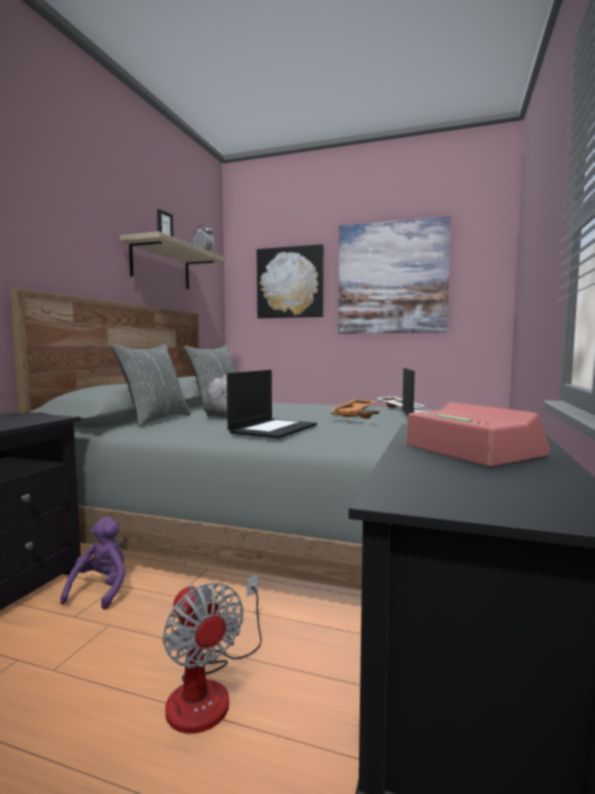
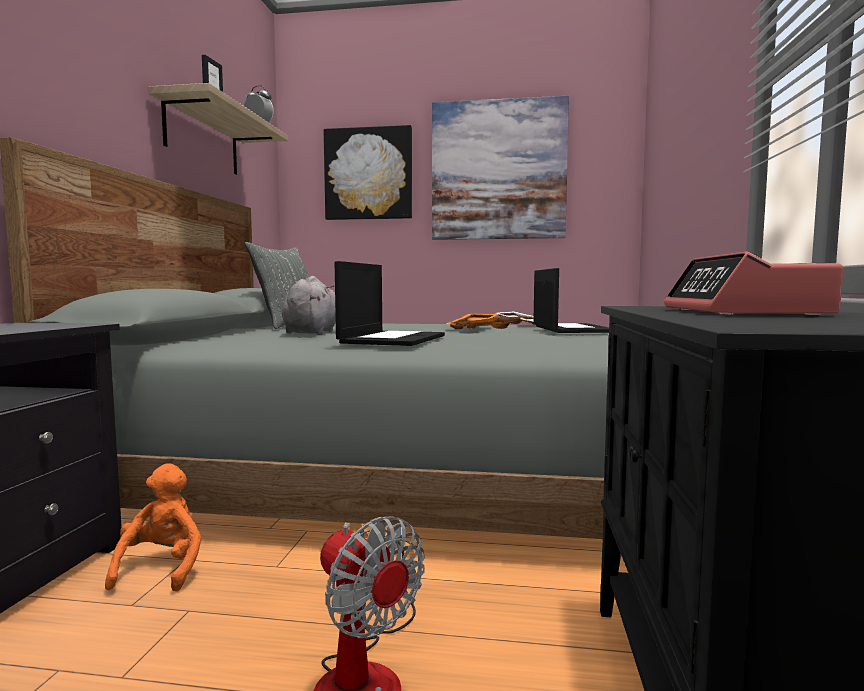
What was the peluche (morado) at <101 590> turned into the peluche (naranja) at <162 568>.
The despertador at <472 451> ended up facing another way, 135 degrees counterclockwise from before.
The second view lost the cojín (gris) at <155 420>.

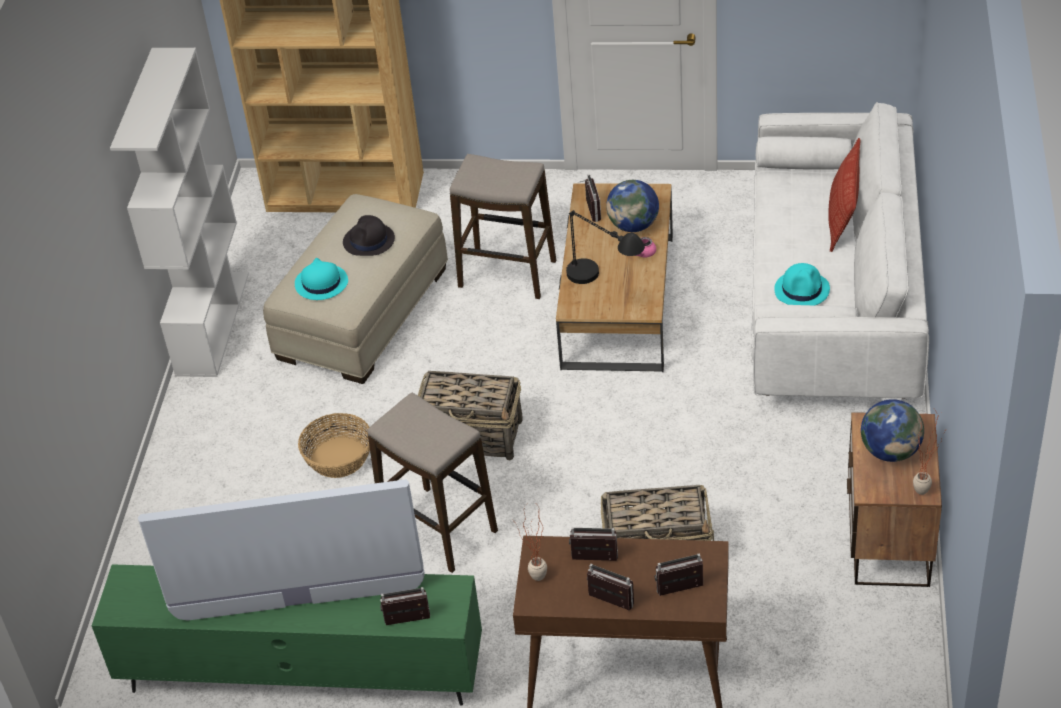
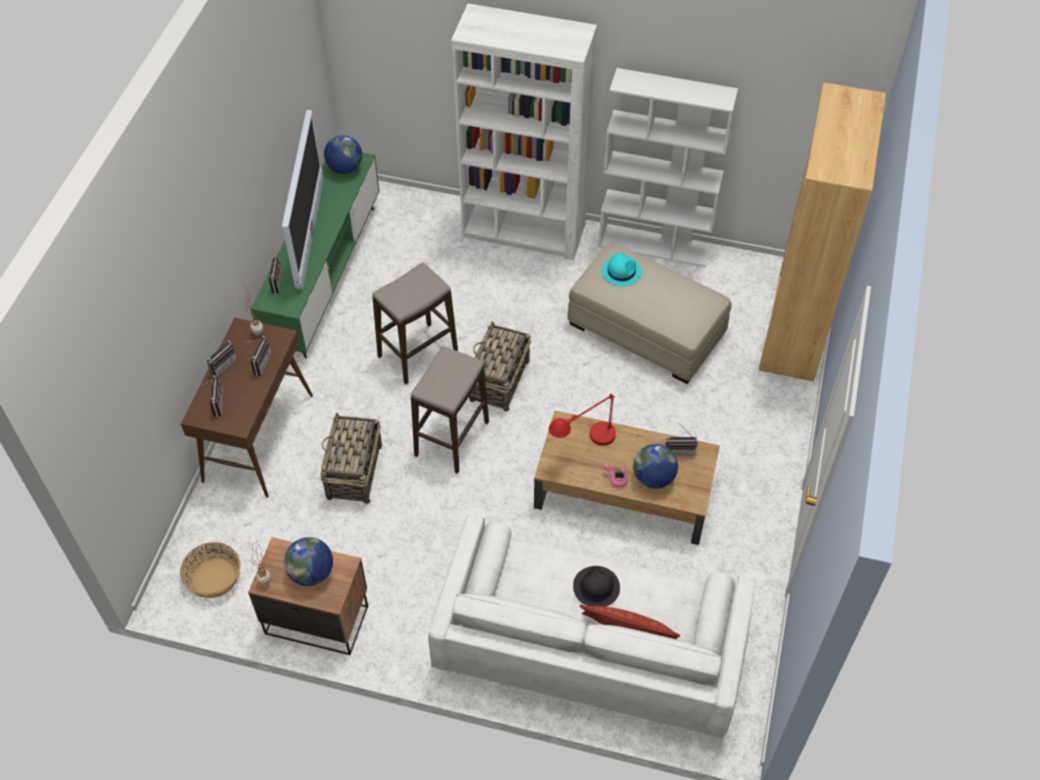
The cesta ended up elsewhere, having gone from <339 458> to <213 578>.
The second view gained the globo terráqueo at <345 168>.
The taburete ended up elsewhere, having gone from <507 274> to <451 439>.
The second view gained the estantería (blanco) at <524 231>.
What was the lámpara de mesa (negro) at <604 285> turned into the lámpara de mesa (rojo) at <584 446>.
The sombrero (negro) ended up elsewhere, having gone from <369 241> to <596 587>.
The second view lost the sombrero (turquesa) at <802 289>.

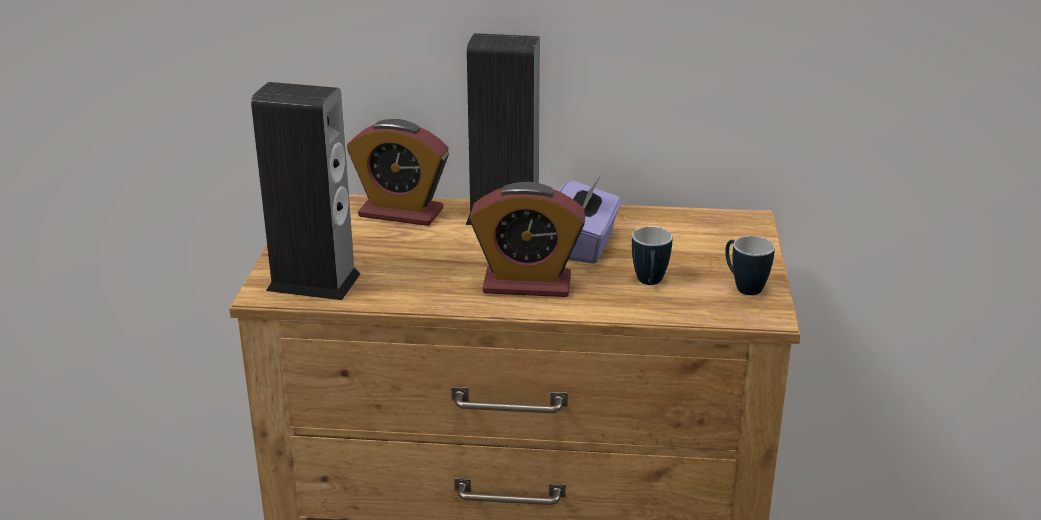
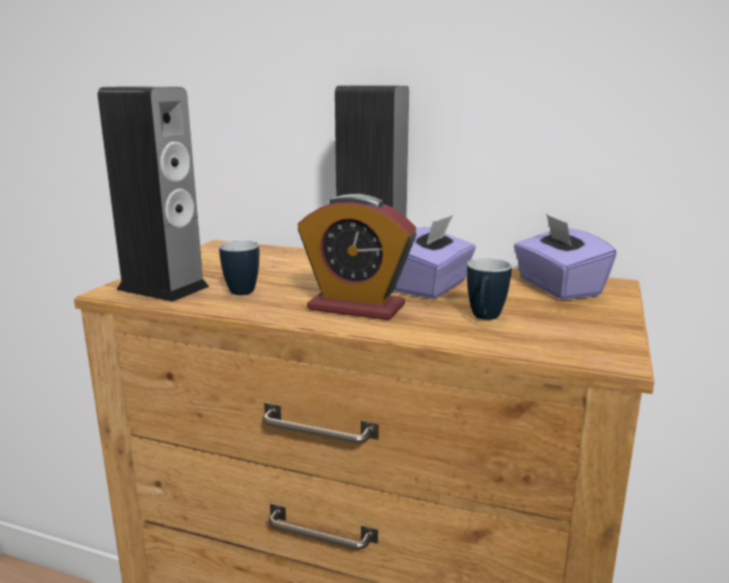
The taza grande ended up elsewhere, having gone from <743 287> to <240 290>.
The second view gained the caja de pañuelos (morado) at <557 288>.
The second view lost the despertador at <401 213>.

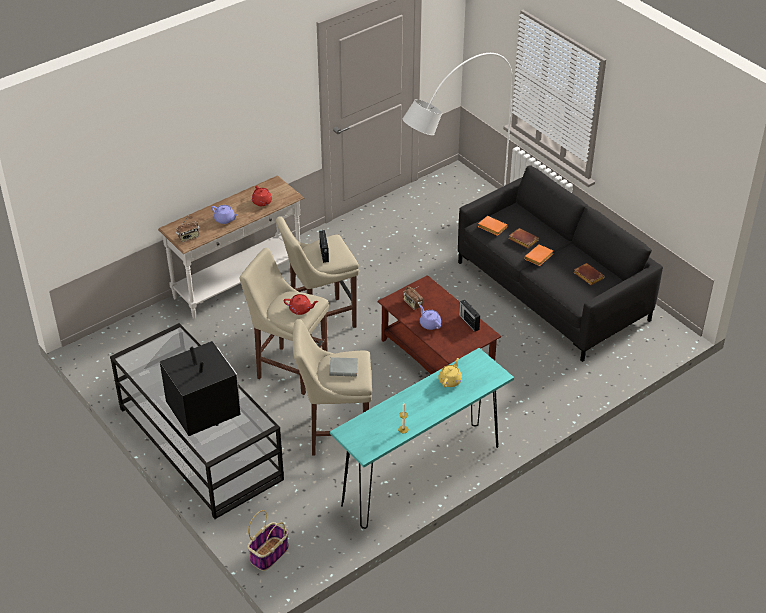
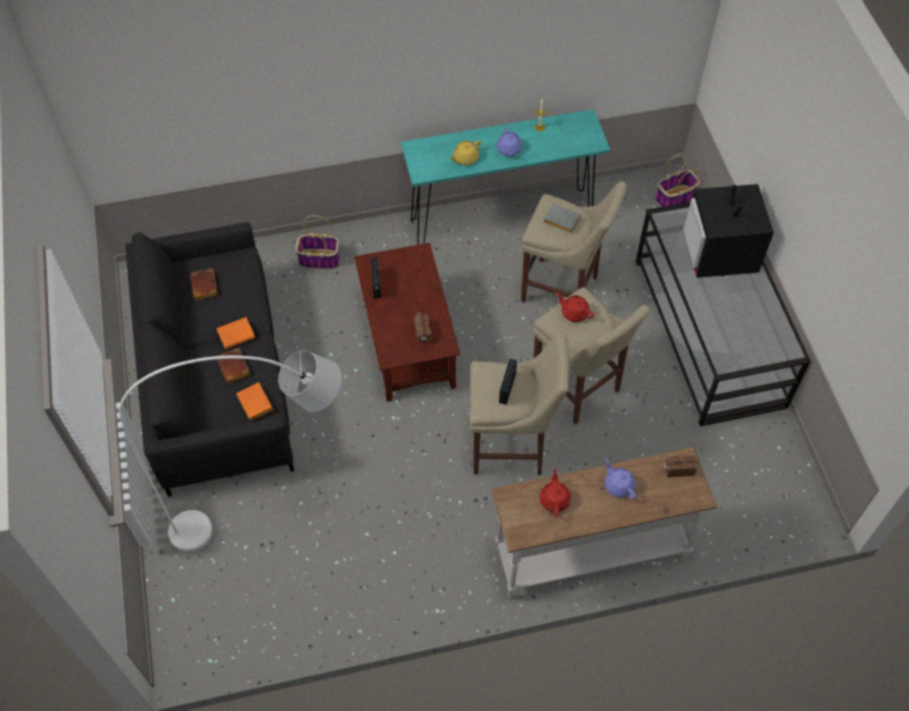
The second view gained the cesta at <320 259>.
The tetera (morado) ended up elsewhere, having gone from <429 324> to <509 150>.

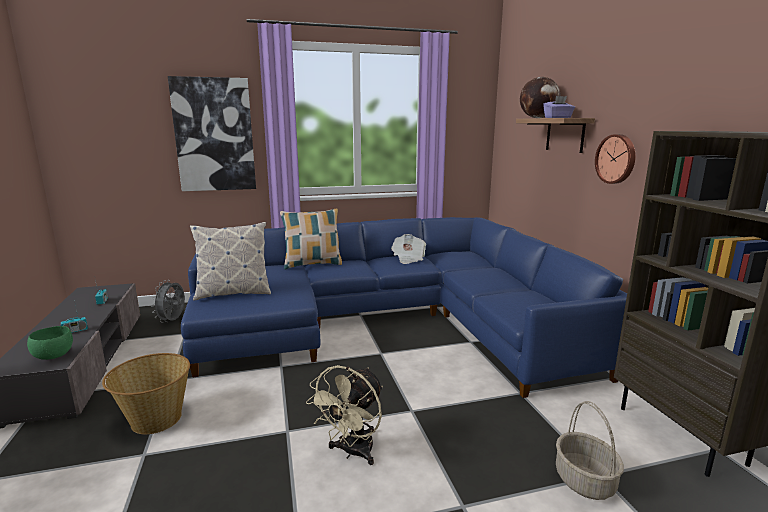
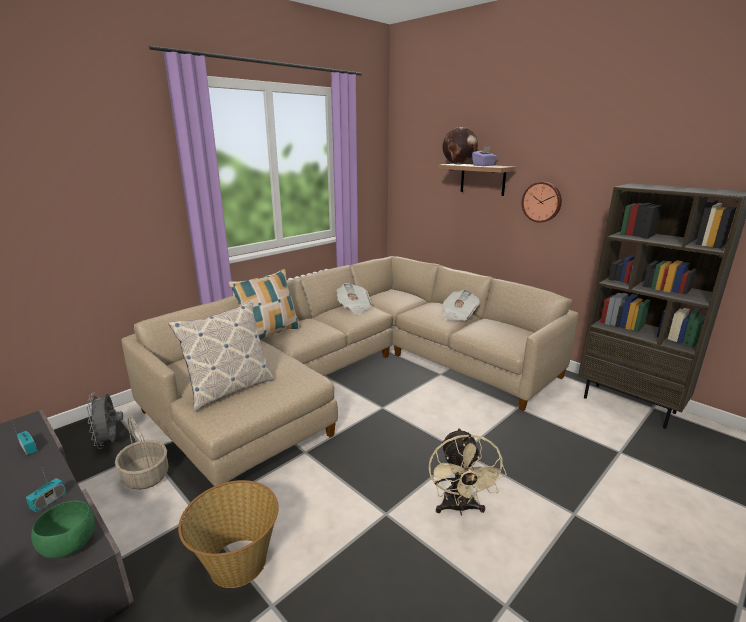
The cesta ended up elsewhere, having gone from <585 481> to <146 476>.
What was the sofá (azul) at <389 322> turned into the sofá (beis) at <356 374>.
The second view gained the periódico at <458 315>.
The second view lost the cuadro at <214 135>.

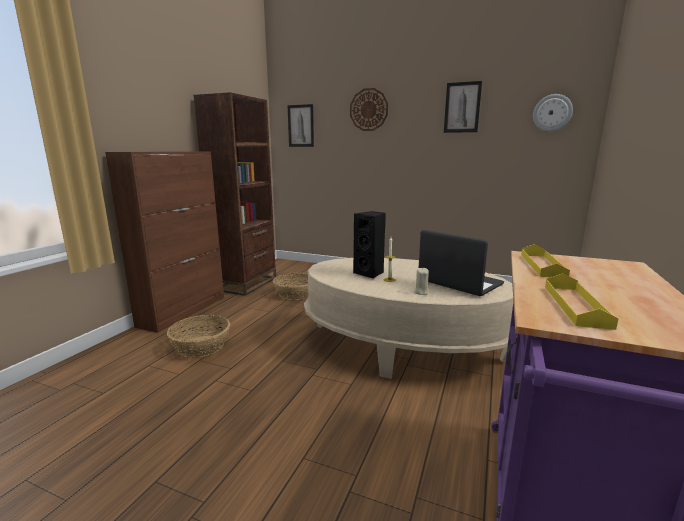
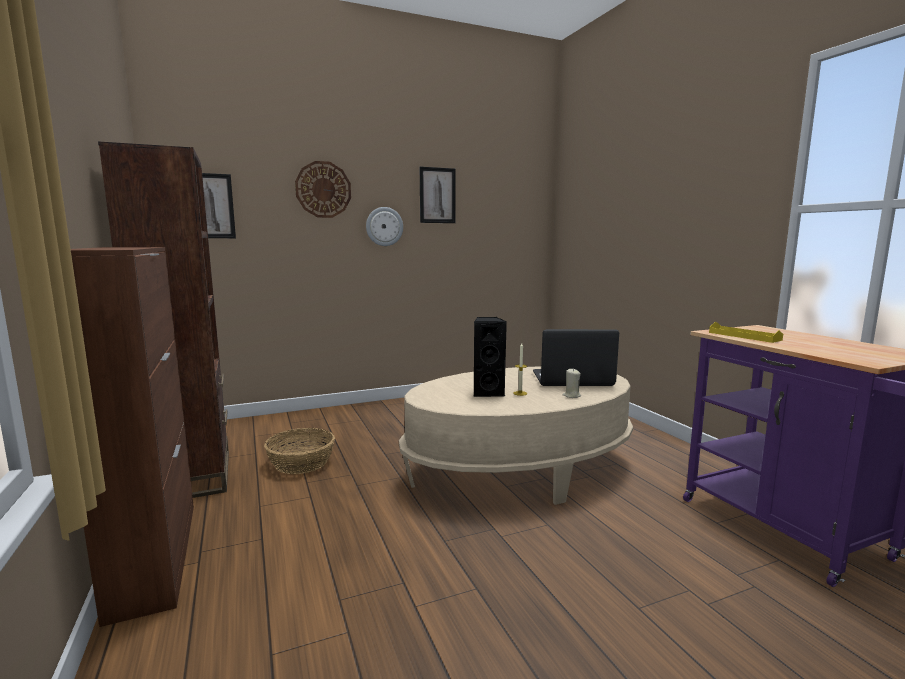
The reloj de pared ended up elsewhere, having gone from <552 113> to <384 226>.
The second view lost the cesta at <201 346>.
The second view lost the bandeja (amarillo) at <575 305>.

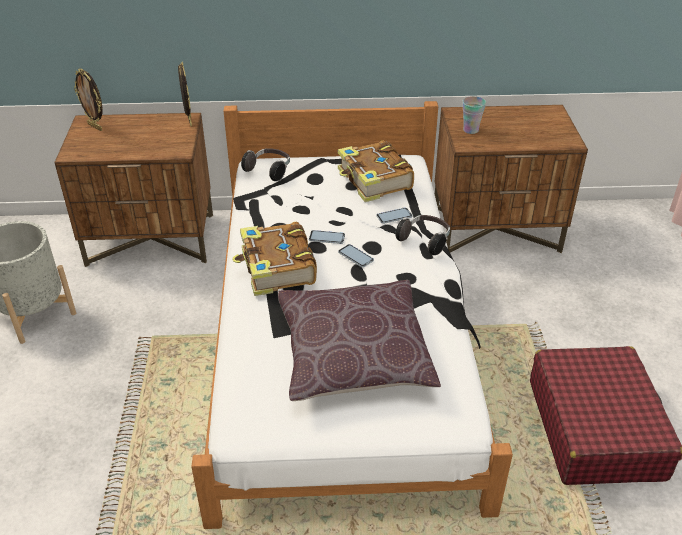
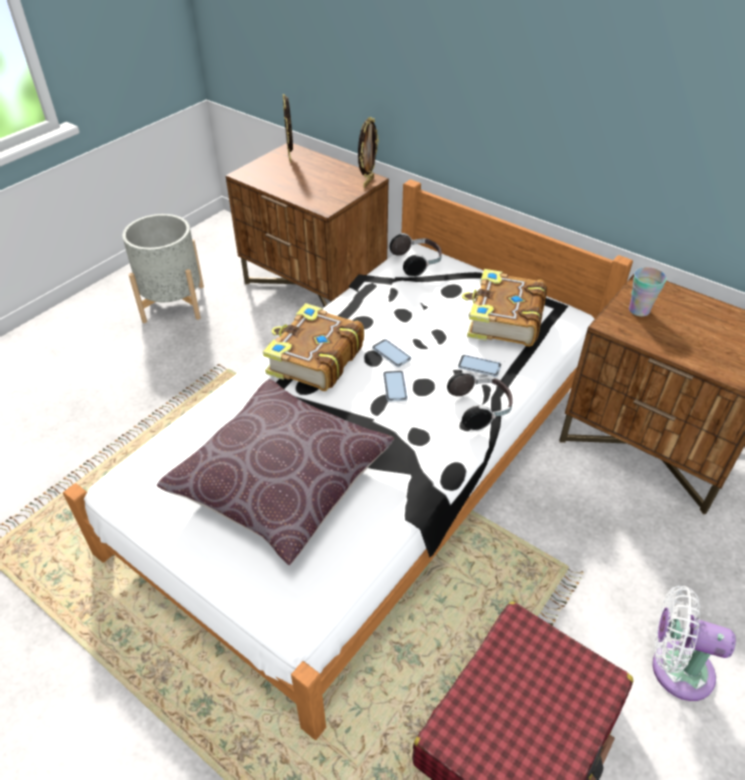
The second view gained the ventilador (blanco) at <675 668>.

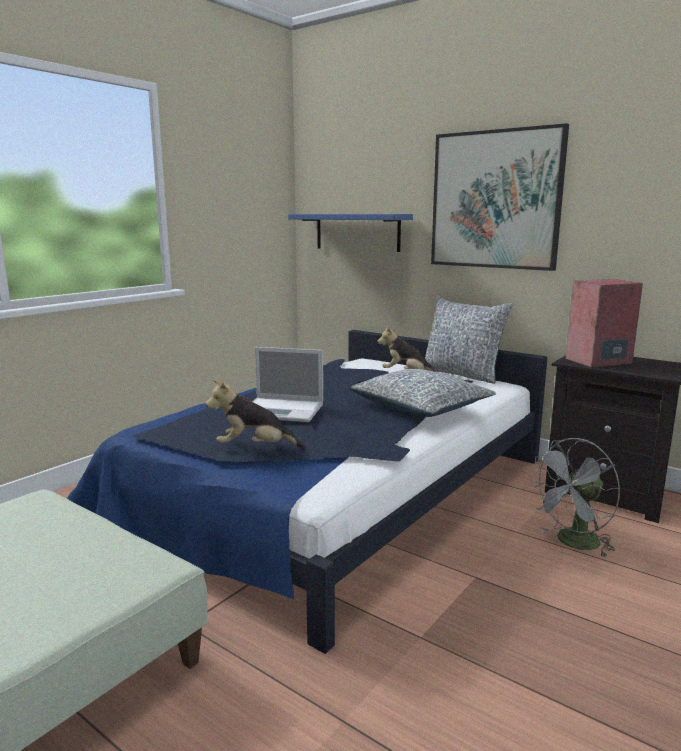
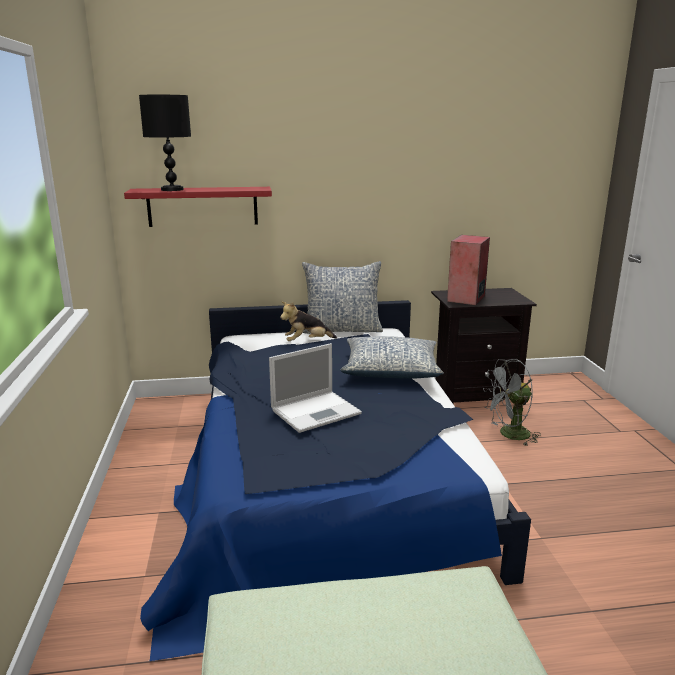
What was the estante (azul) at <357 232> turned into the estante (rojo) at <202 206>.
The second view gained the lámpara de mesa (negro) at <171 189>.
The ventilador (gris) at <573 543> ended up facing another way, 60 degrees clockwise from before.
The second view lost the peluche at <255 448>.
The second view lost the cuadro at <495 200>.

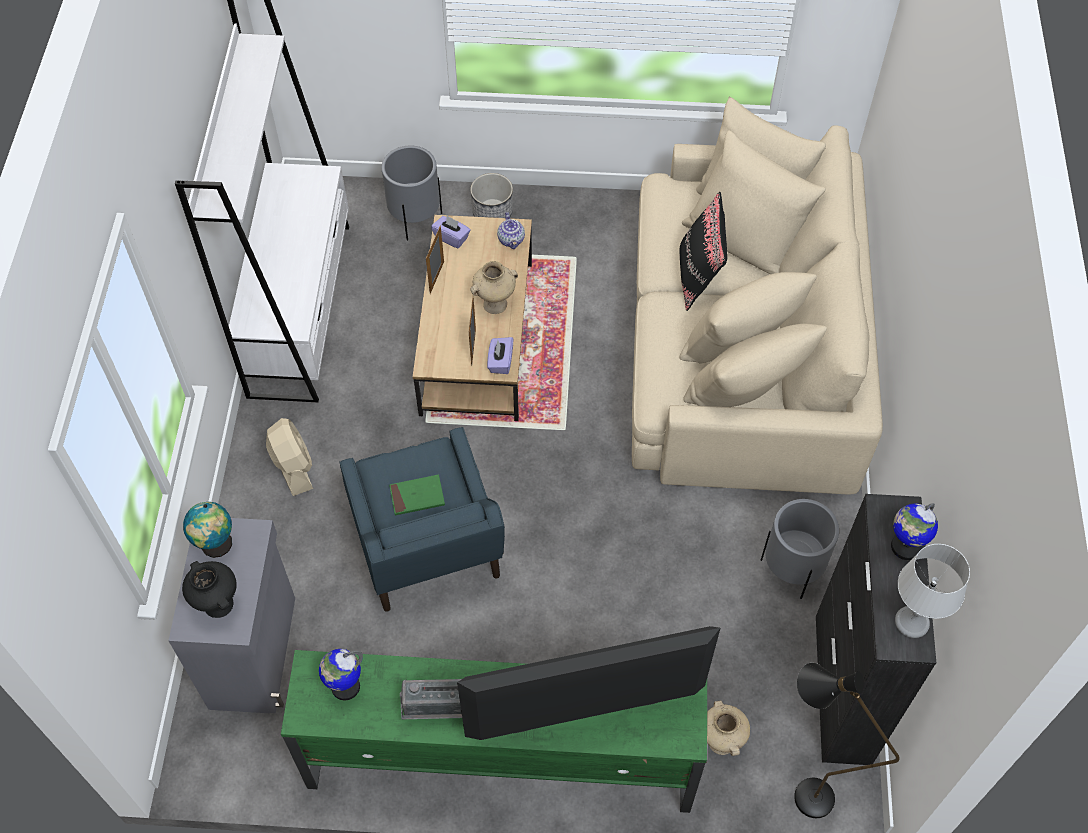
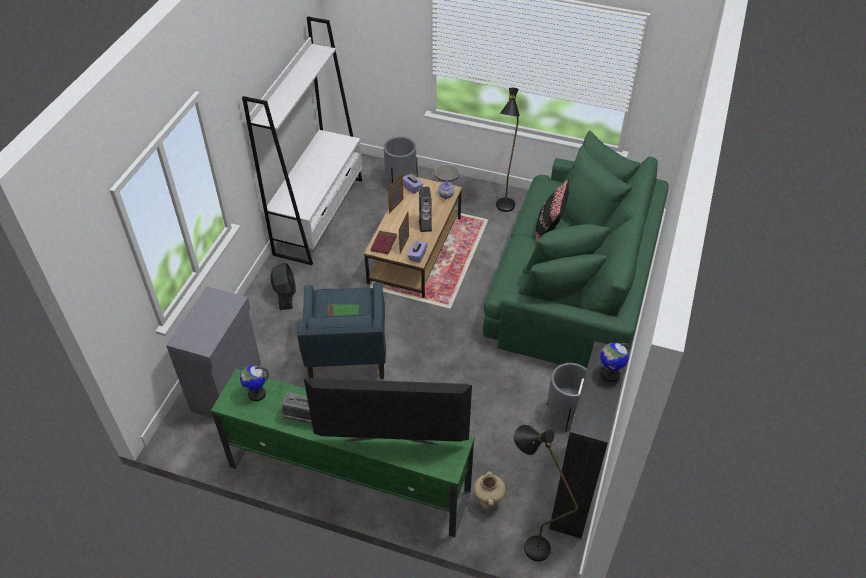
What was the ventilador (beis) at <293 466> turned into the ventilador (negro) at <285 295>.
The second view gained the libro (rojo) at <383 243>.
Where the florero (beis) stood at <495 303>, the altavoz came to stand at <425 225>.
What was the sofá (beis) at <742 349> turned into the sofá (verde) at <573 287>.
The second view gained the lámpara de pie (negro) at <504 210>.
The second view lost the florero (negro) at <217 604>.
The second view lost the globo terráqueo at <216 545>.
The second view lost the lámpara de mesa (gris) at <912 623>.

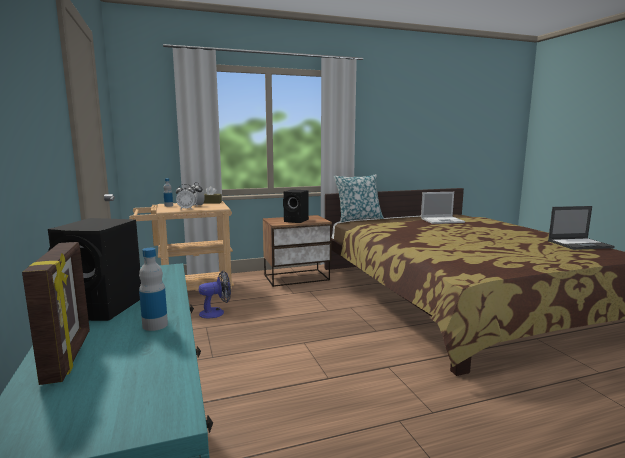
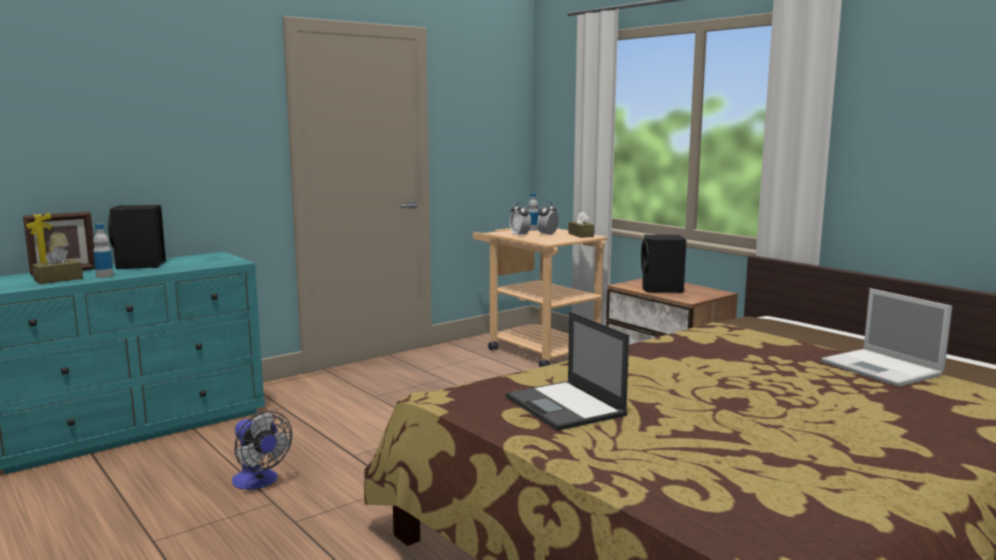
The second view gained the caja de pañuelos (marrón) at <58 279>.
The ventilador ended up elsewhere, having gone from <216 312> to <259 482>.
The portátil ended up elsewhere, having gone from <580 244> to <566 406>.
The second view lost the cojín at <358 219>.

